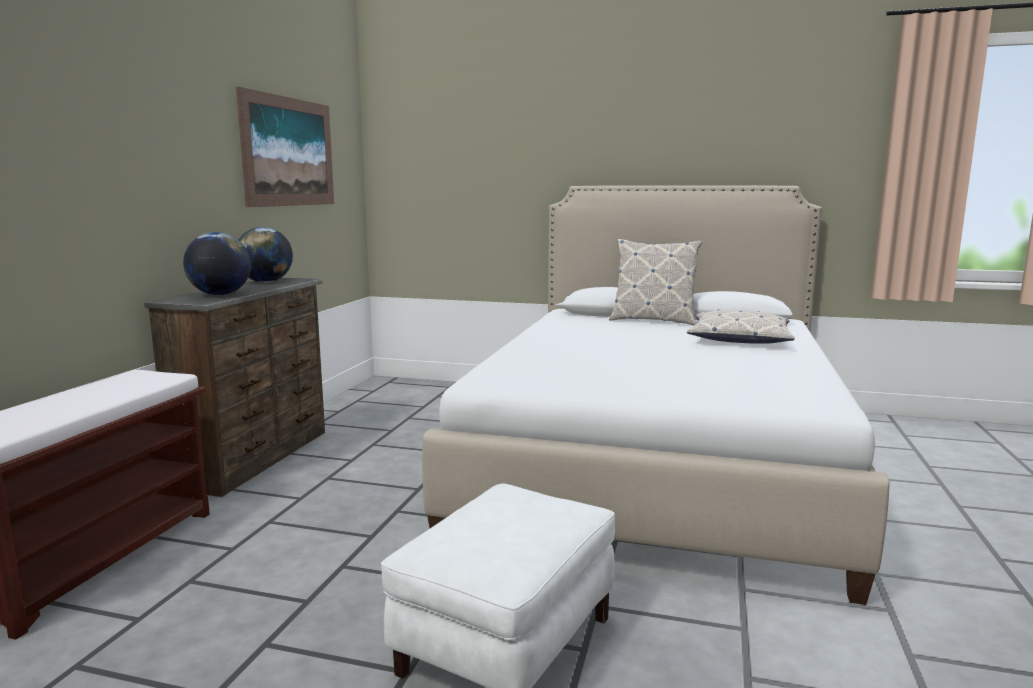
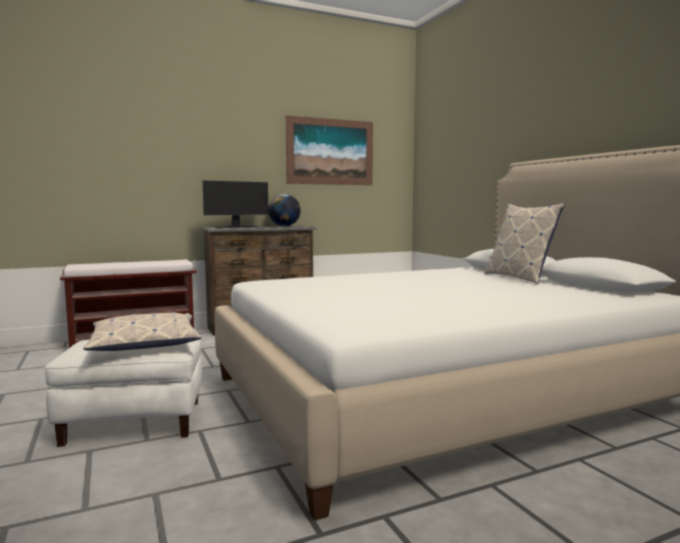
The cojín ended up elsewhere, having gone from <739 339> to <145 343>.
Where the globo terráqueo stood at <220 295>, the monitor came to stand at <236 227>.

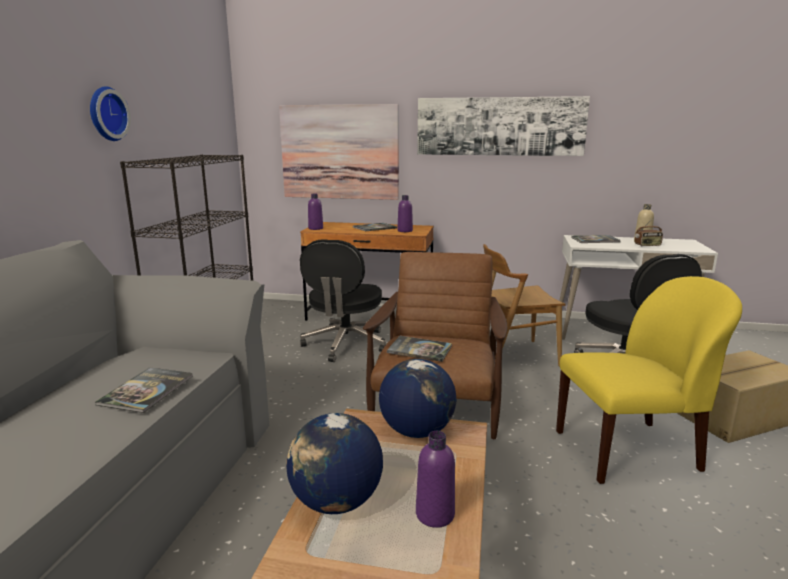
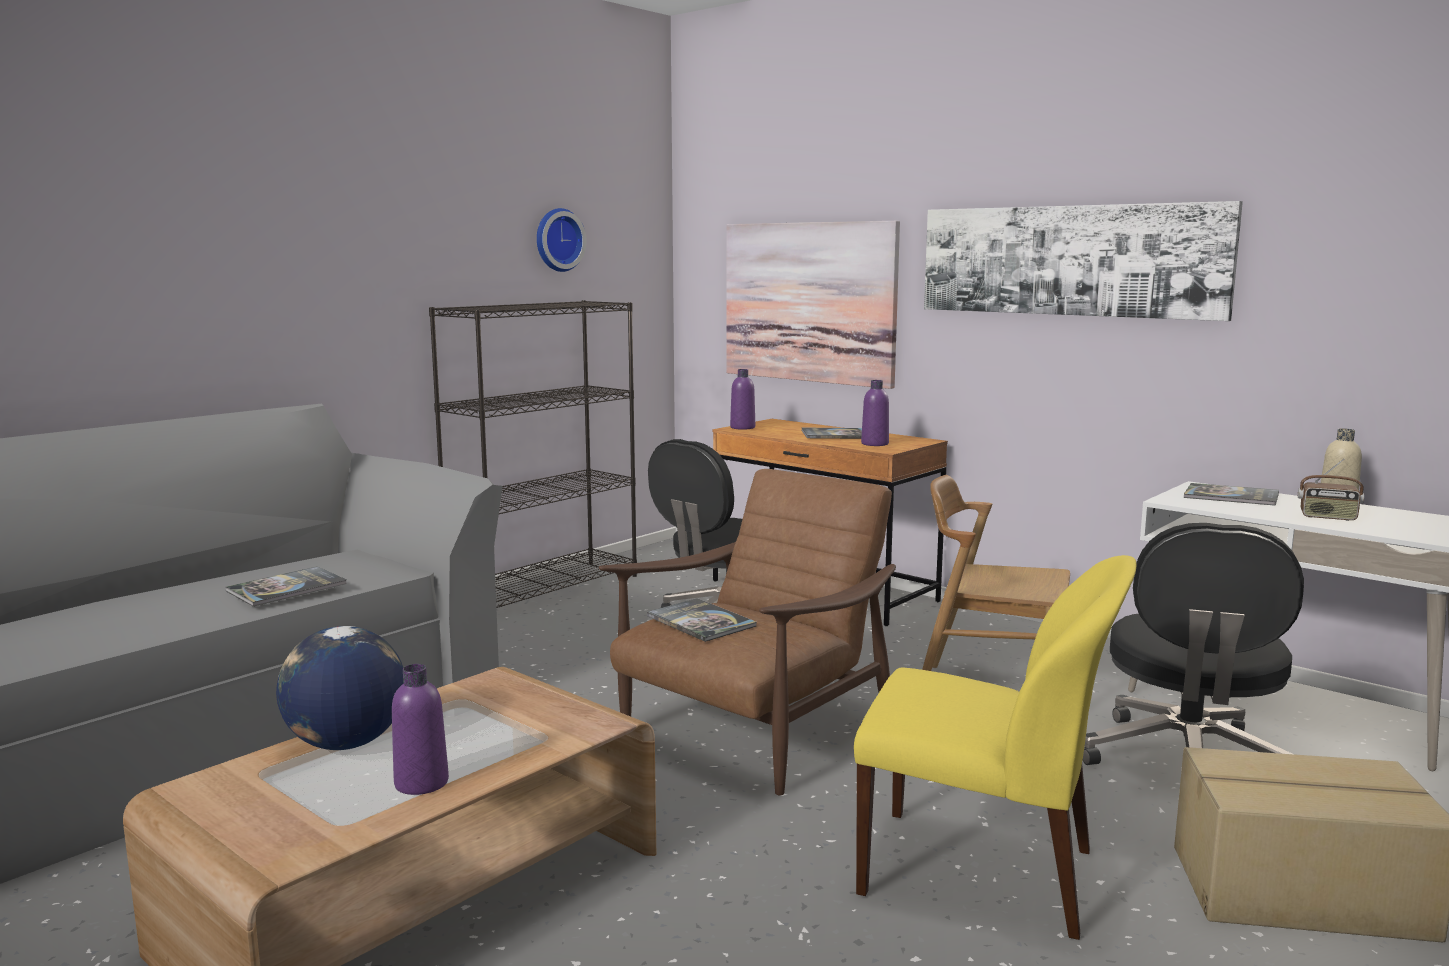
The reloj de pared ended up elsewhere, having gone from <106 114> to <557 240>.
The second view lost the globo terráqueo at <416 431>.

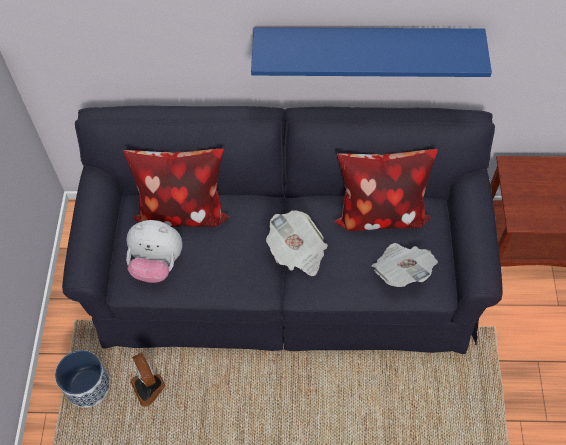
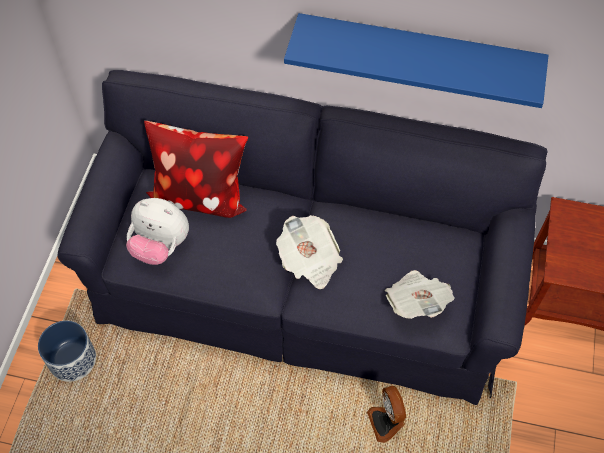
The ventilador ended up elsewhere, having gone from <149 387> to <387 422>.
The second view lost the cojín at <380 212>.

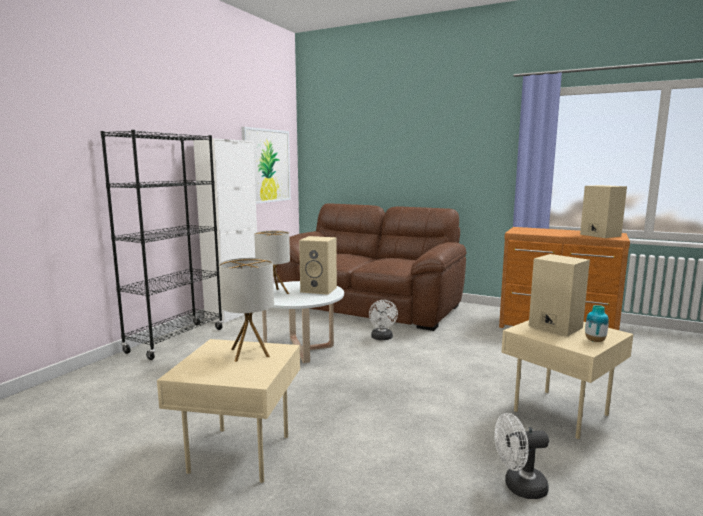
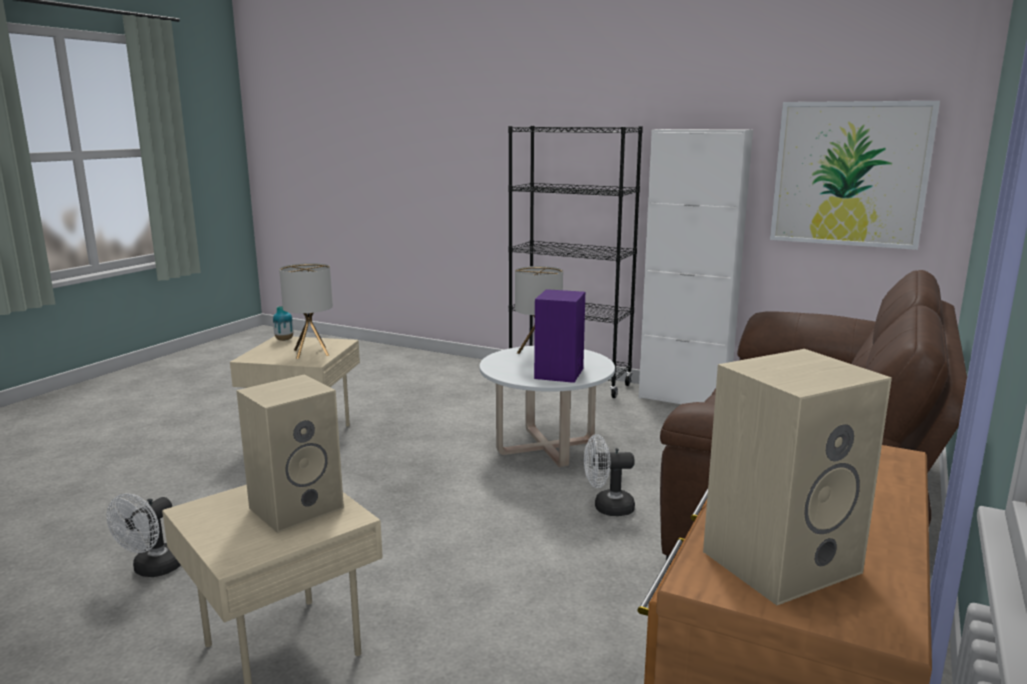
The ventilador (blanco) at <519 487> ended up facing another way, 150 degrees counterclockwise from before.
The florero ended up elsewhere, having gone from <595 341> to <284 340>.
What was the altavoz (beis) at <319 290> turned into the altavoz (morado) at <560 374>.

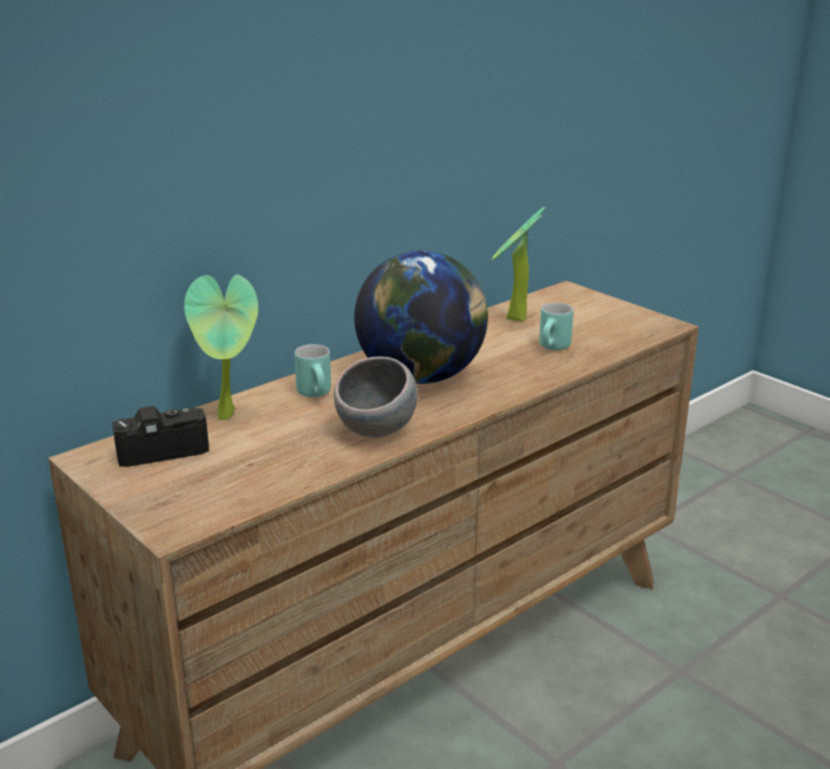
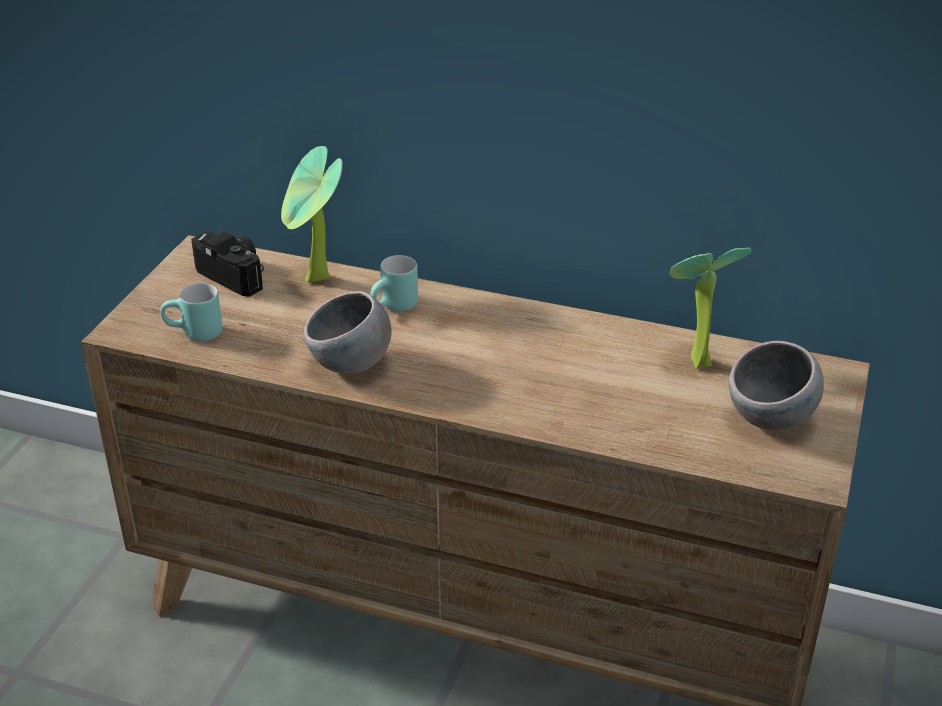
The taza grande (turquesa) ended up elsewhere, having gone from <554 348> to <194 335>.
The second view gained the cuenco (gris) at <771 419>.
The second view lost the globo terráqueo at <421 377>.

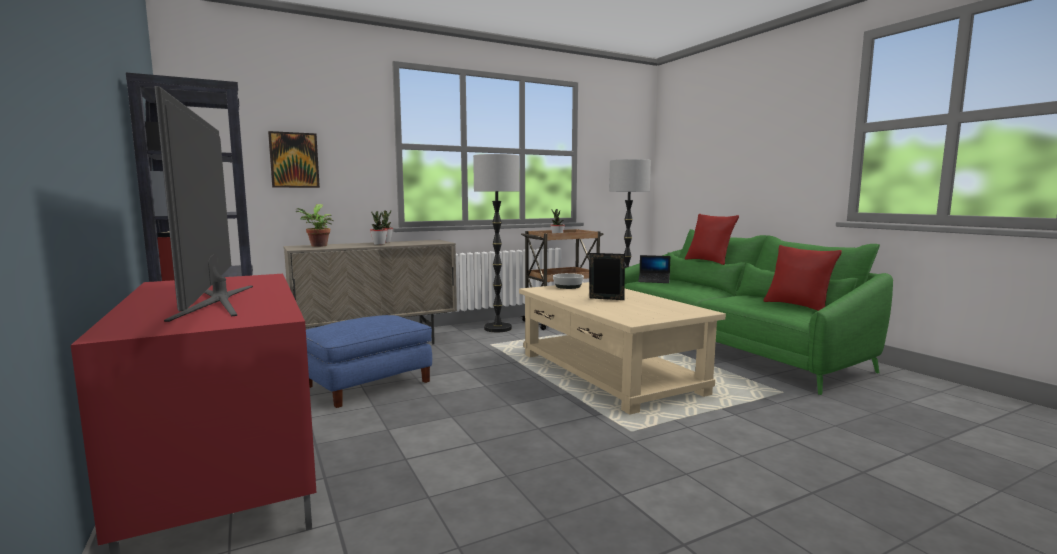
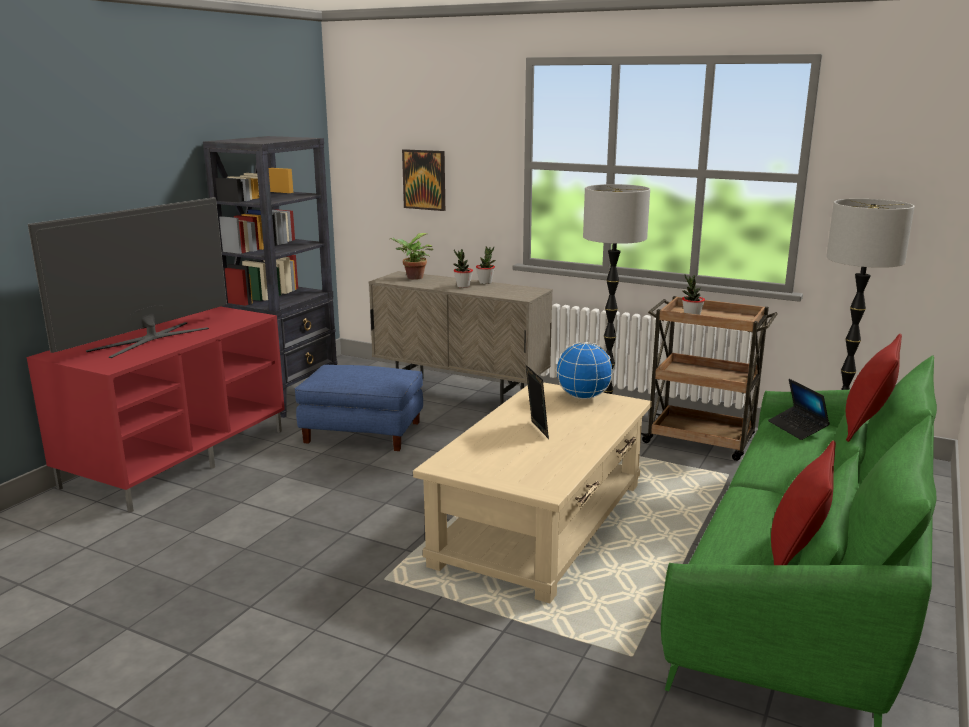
Where the cuenco stood at <568 286>, the globo terráqueo came to stand at <583 397>.

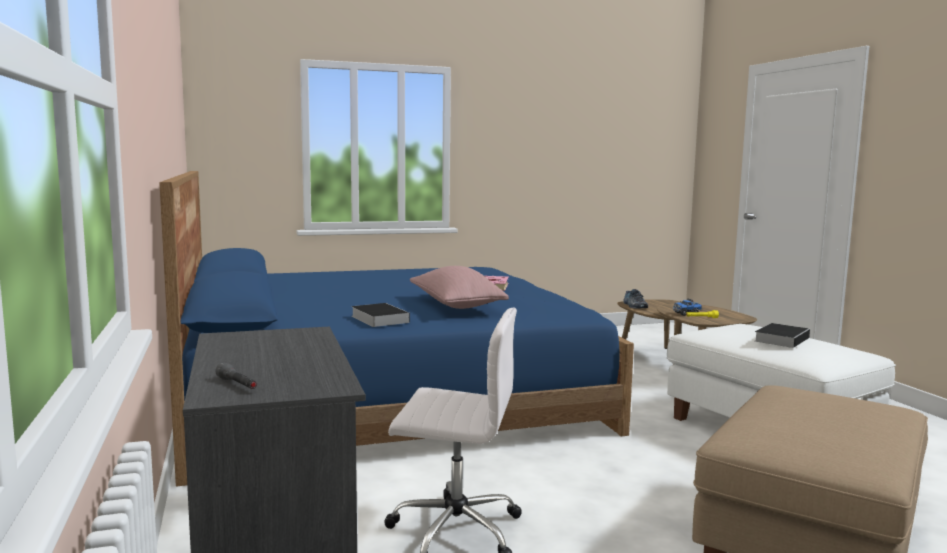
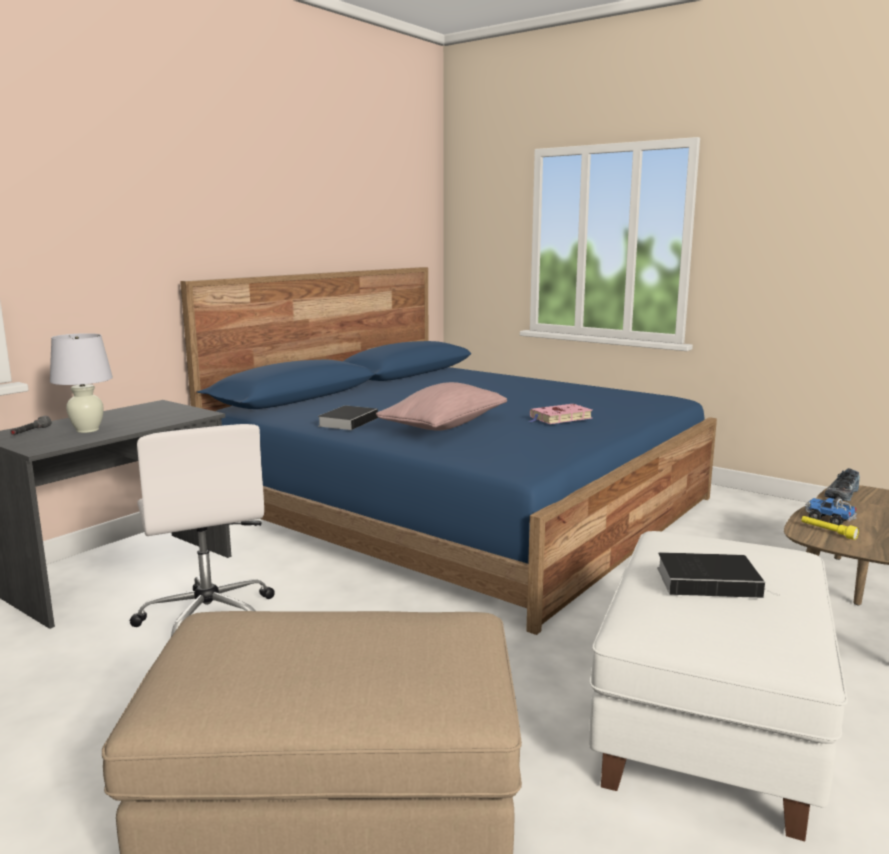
The second view gained the lámpara de mesa (blanco) at <87 430>.

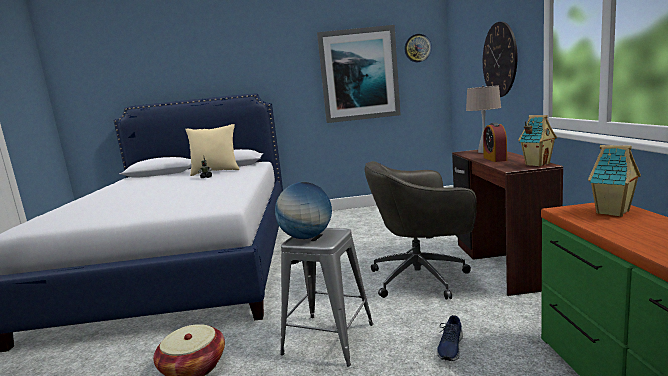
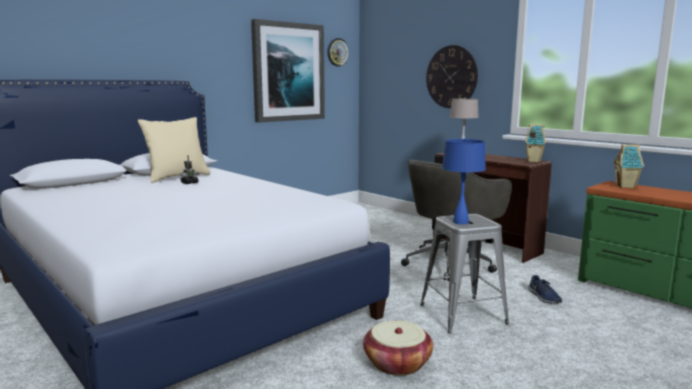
Where the globo terráqueo stood at <306 237>, the lámpara de mesa (azul) came to stand at <460 222>.
The second view lost the despertador at <495 159>.

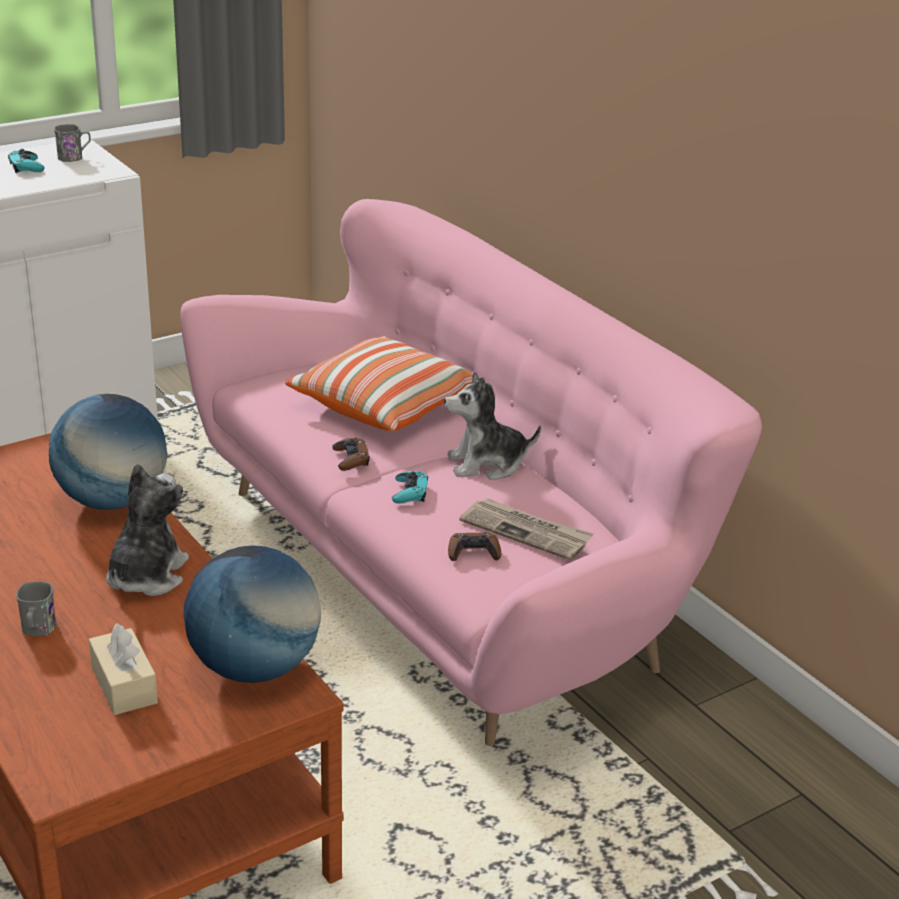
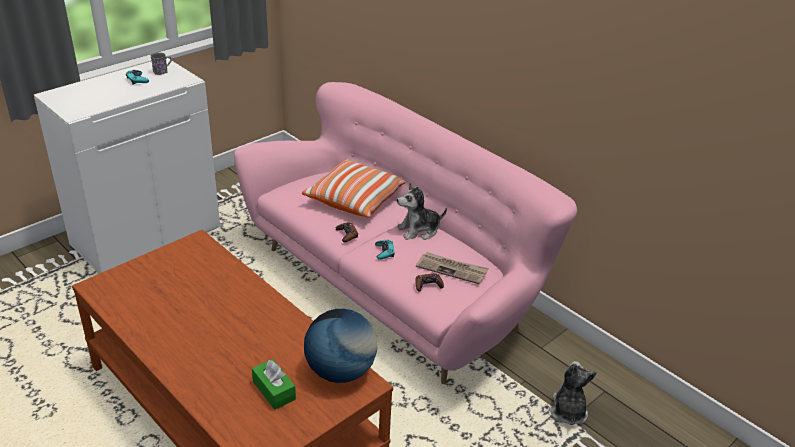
What was the caja de pañuelos (beis) at <124 685> turned into the caja de pañuelos (verde) at <274 390>.
The peluche ended up elsewhere, having gone from <146 576> to <568 411>.
The second view lost the taza grande (gris) at <37 630>.
The second view lost the globo terráqueo at <112 501>.

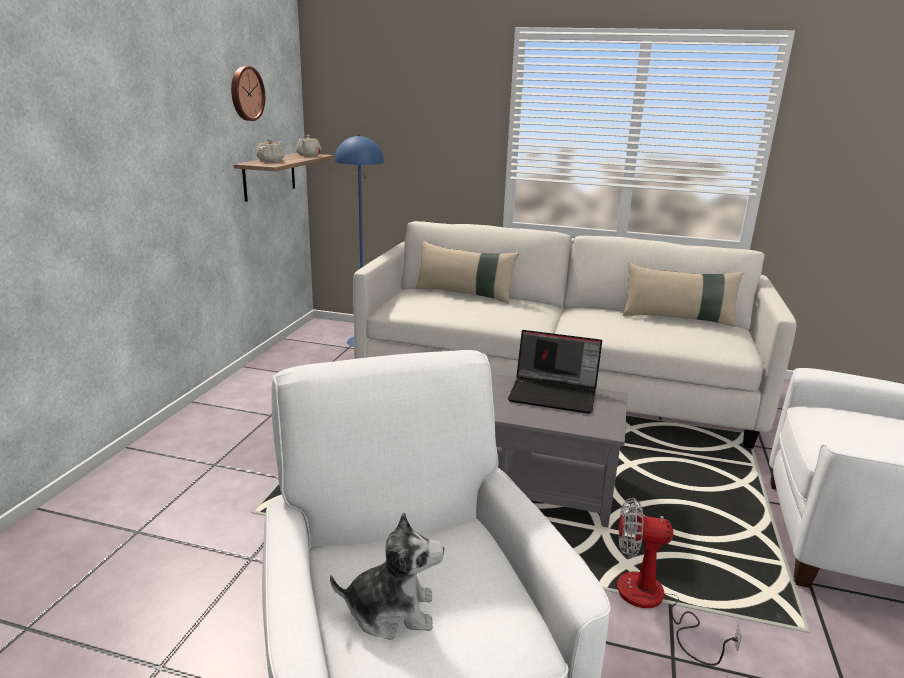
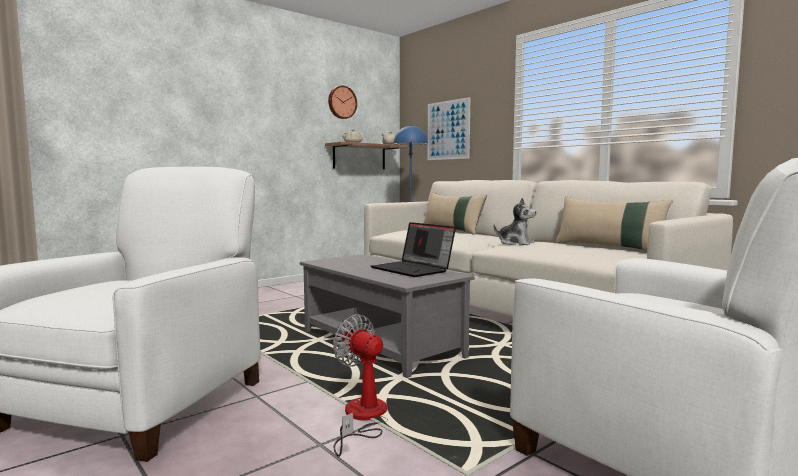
The second view gained the cuadro at <448 130>.
The peluche ended up elsewhere, having gone from <391 611> to <515 243>.

